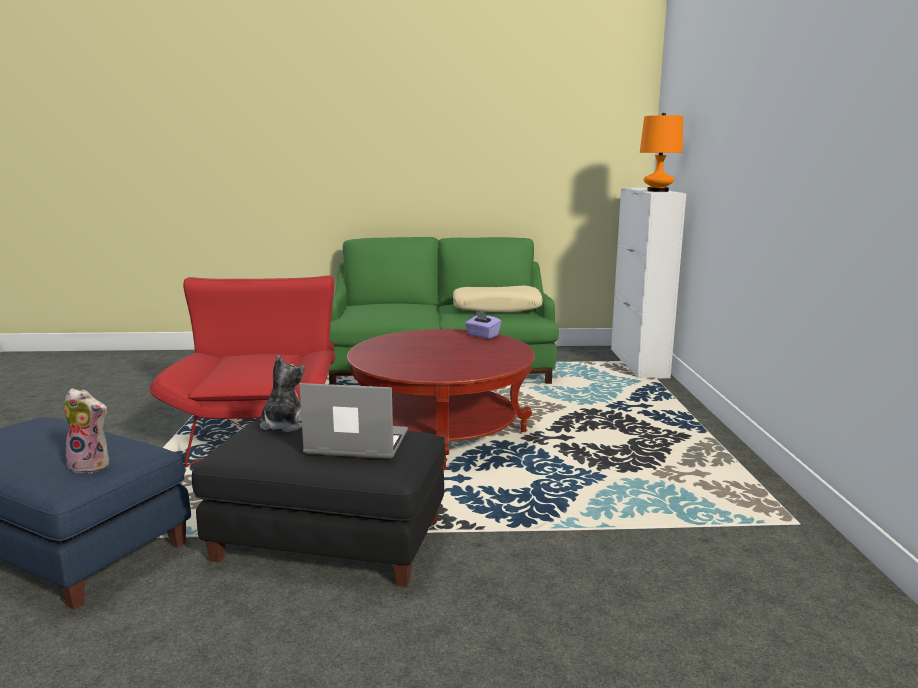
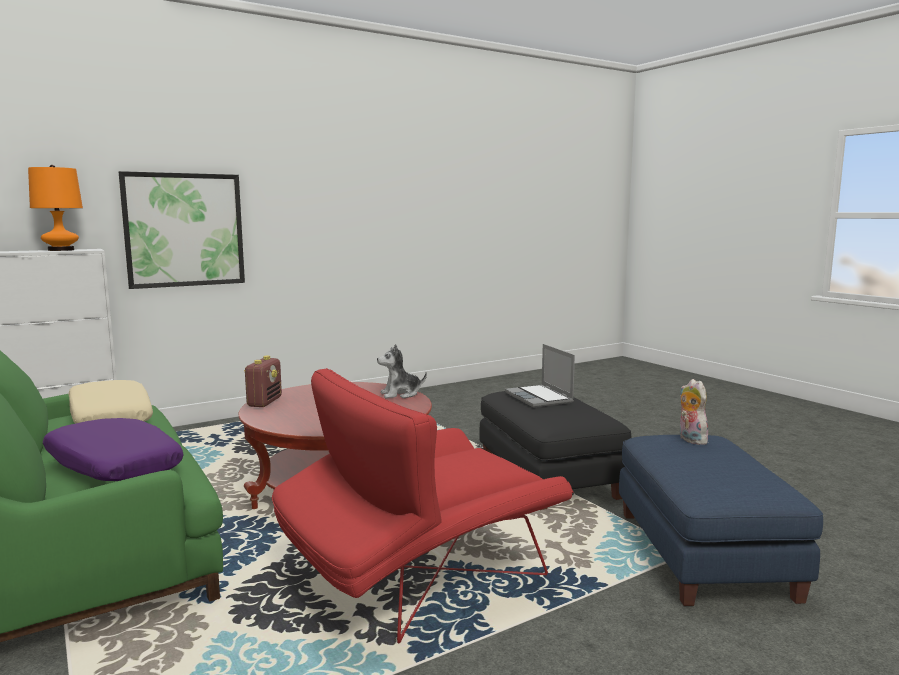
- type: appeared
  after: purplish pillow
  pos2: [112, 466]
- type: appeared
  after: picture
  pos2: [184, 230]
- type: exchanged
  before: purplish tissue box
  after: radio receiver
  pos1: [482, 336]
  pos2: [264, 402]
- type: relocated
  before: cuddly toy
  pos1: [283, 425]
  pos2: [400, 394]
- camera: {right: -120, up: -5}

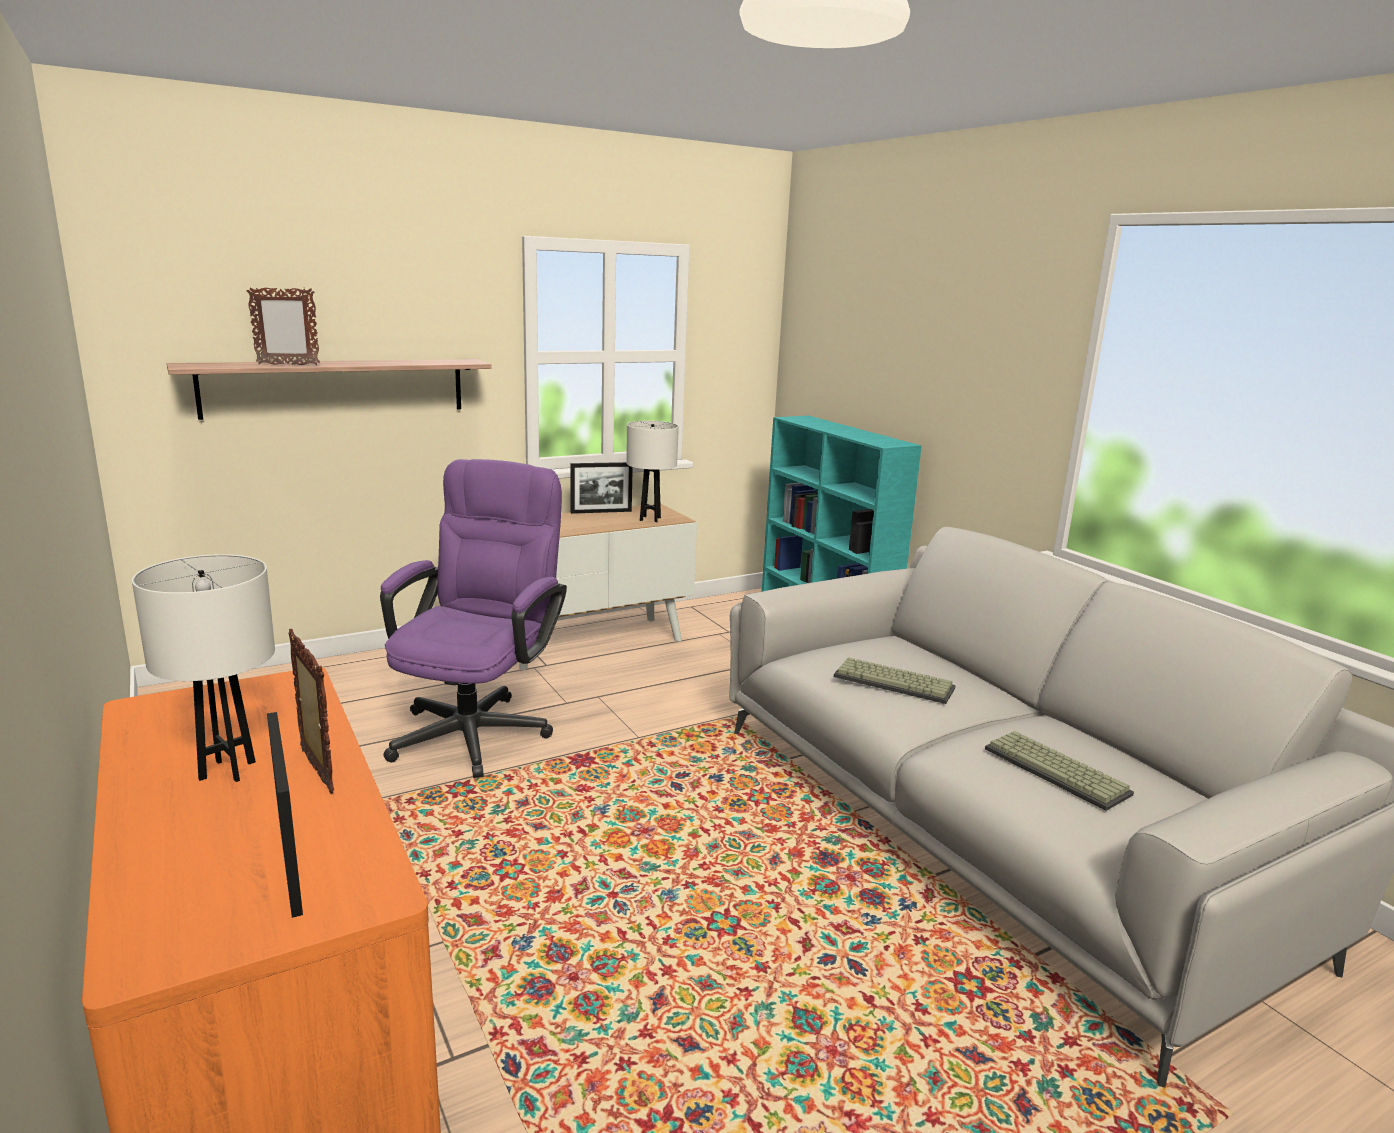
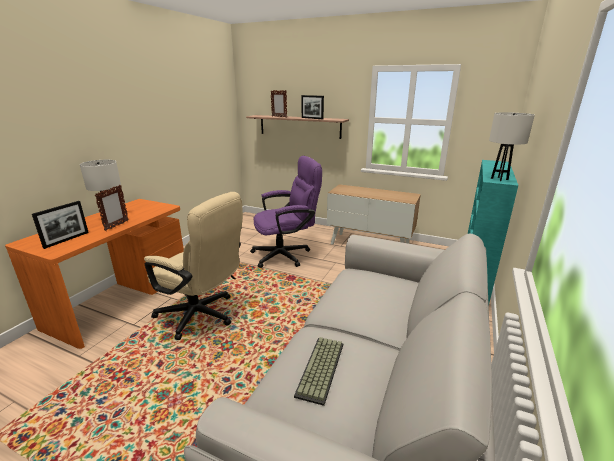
- type: appeared
  after: beige office chair
  pos2: [202, 316]
- type: relocated
  before: picture frame
  pos1: [601, 512]
  pos2: [312, 118]
- type: relocated
  before: white lamp for a table
  pos1: [650, 519]
  pos2: [499, 179]
- type: missing
  before: keyboard
  pos1: [895, 682]
- camera: {right: 55, up: 5}

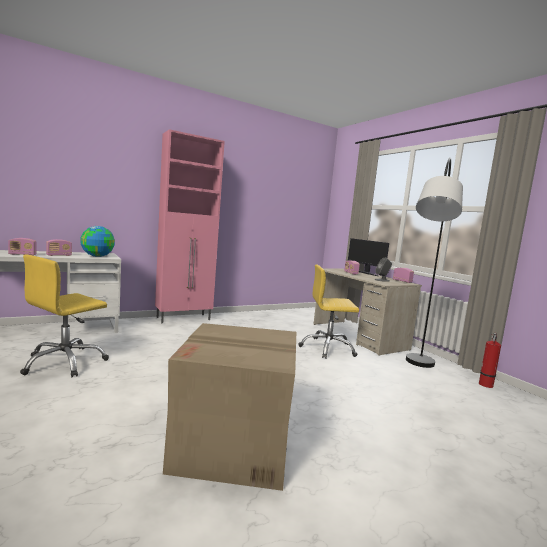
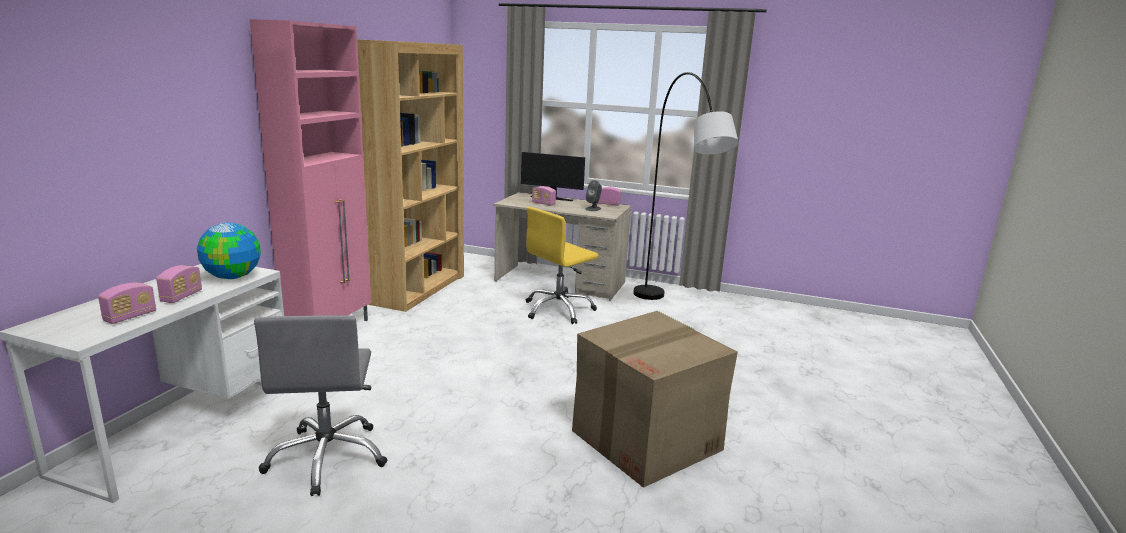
- type: colour
  before: yellowish office chair
  after: greyish office chair
  pos1: [65, 362]
  pos2: [328, 457]
- type: appeared
  after: brownish bookcase
  pos2: [416, 289]
- type: missing
  before: extinguisher
  pos1: [485, 385]
- camera: {right: -40, up: 10}

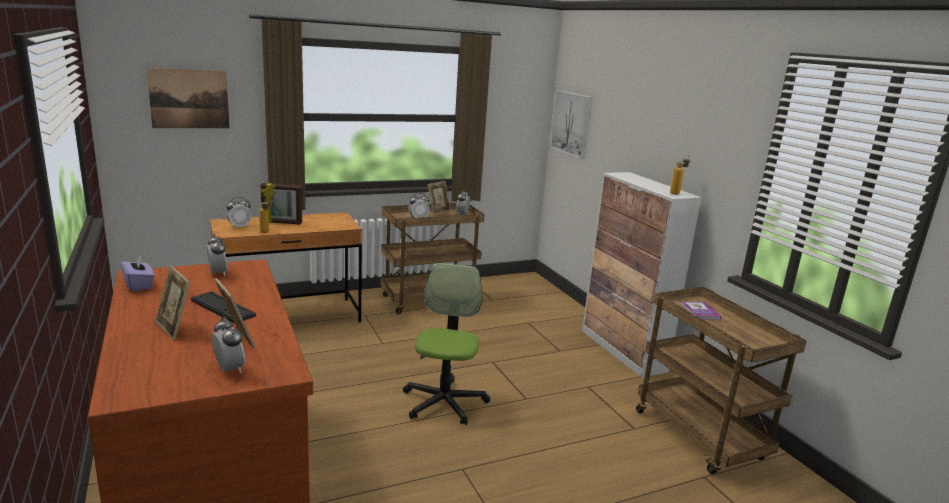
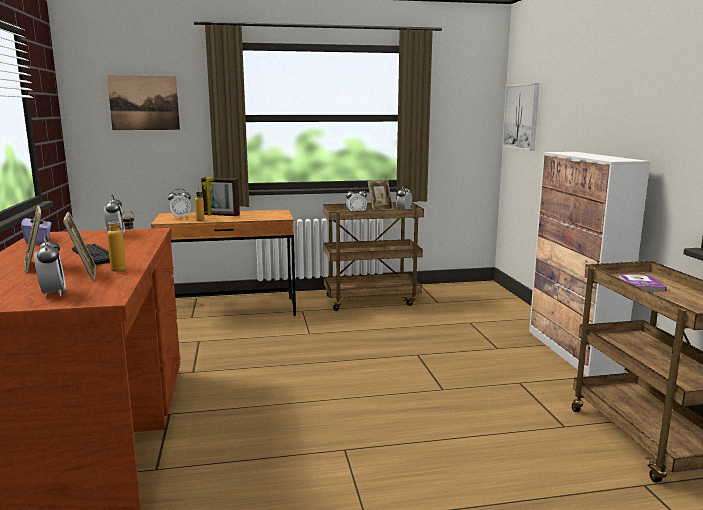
- type: relocated
  before: beverage bottle
  pos1: [677, 193]
  pos2: [125, 269]
- type: missing
  before: office chair
  pos1: [444, 402]
- camera: {right: 15, up: -5}

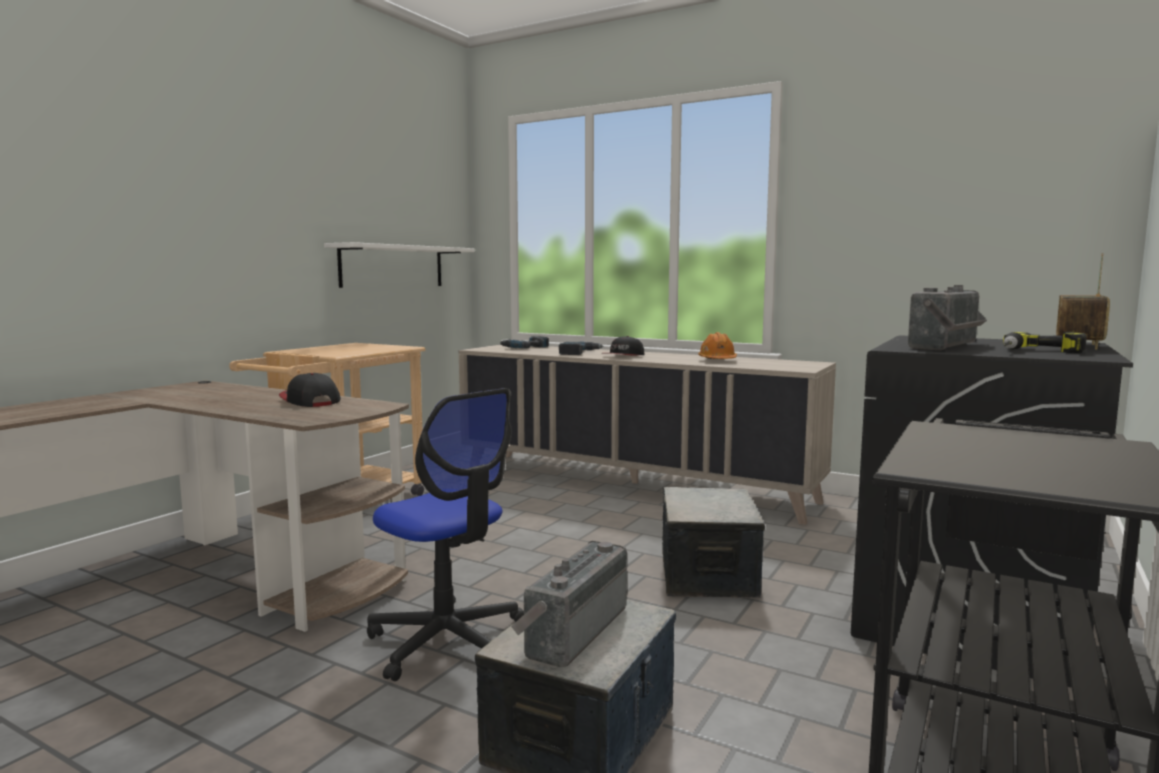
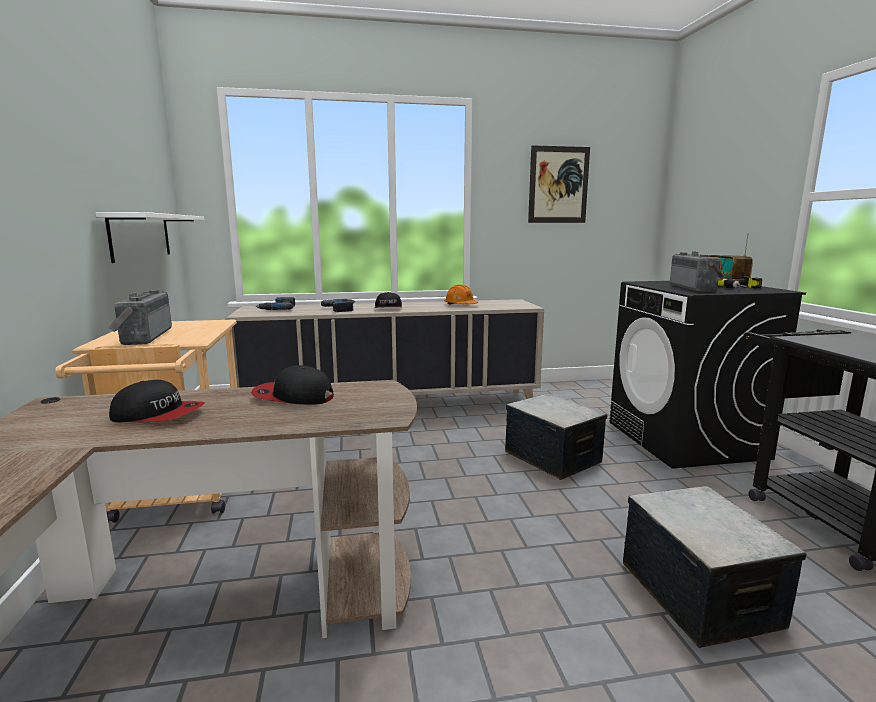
- type: relocated
  before: radio receiver
  pos1: [571, 630]
  pos2: [143, 336]
- type: appeared
  after: baseball cap
  pos2: [158, 415]
- type: appeared
  after: picture
  pos2: [558, 185]
- type: missing
  before: office chair
  pos1: [447, 641]
- camera: {right: -40, up: 5}

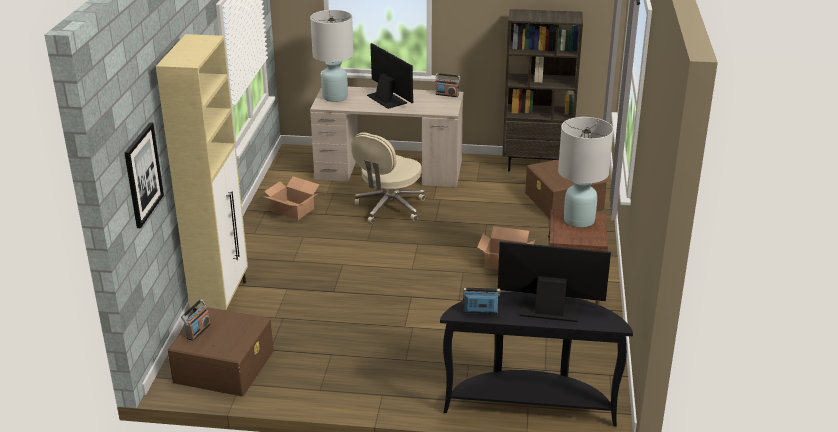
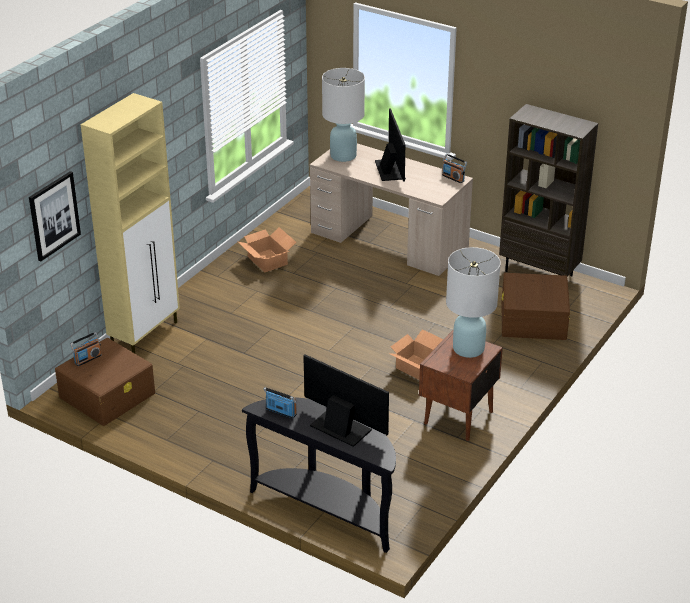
- type: missing
  before: beige office chair
  pos1: [389, 207]
- camera: {right: 25, up: 5}

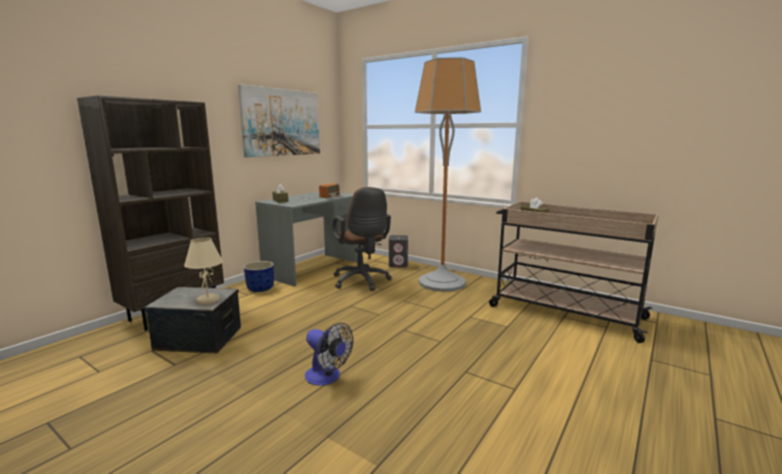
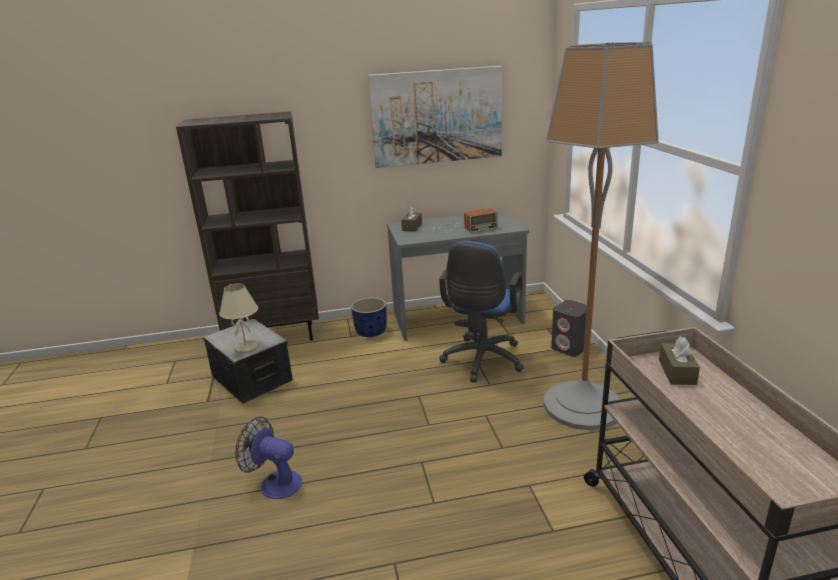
- type: spun
  before: cooling fan
  pos1: [327, 377]
  pos2: [274, 483]
  turn: 120
- type: colour
  before: brownish office chair
  after: bluish office chair
  pos1: [362, 282]
  pos2: [481, 362]
- camera: {right: 45, up: 10}

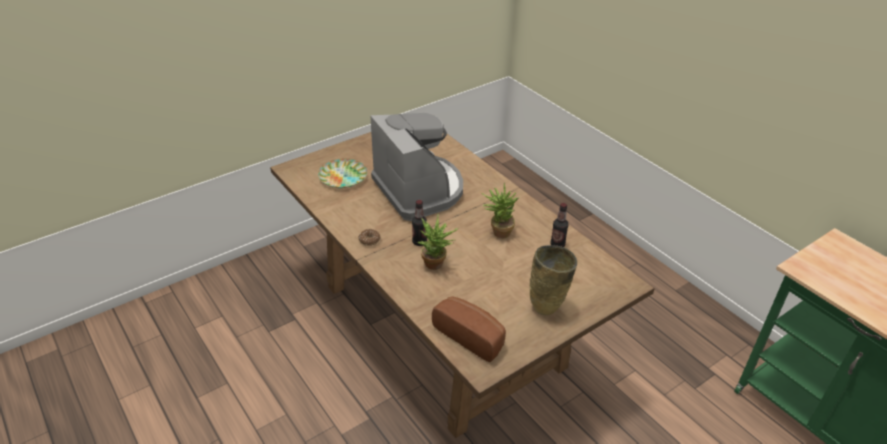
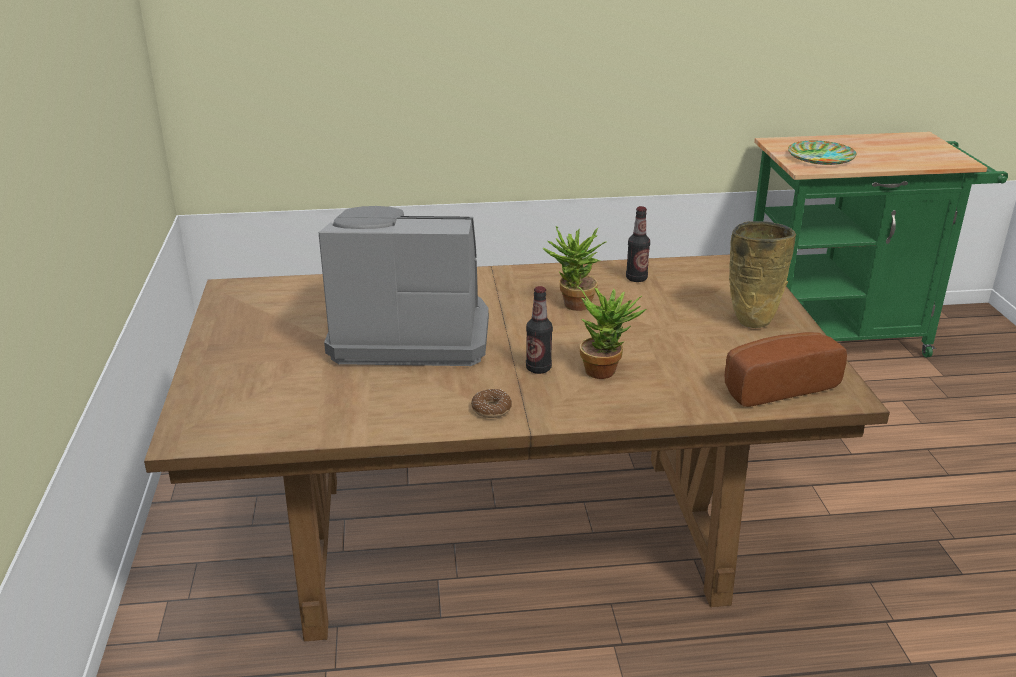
- type: relocated
  before: dinner plate
  pos1: [343, 176]
  pos2: [820, 157]
- camera: {right: -60, up: -10}

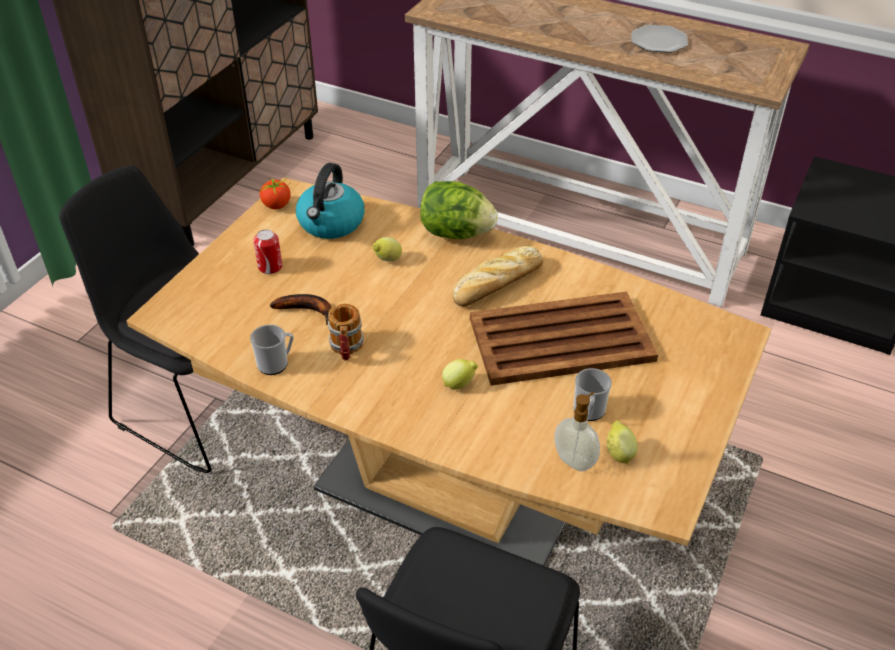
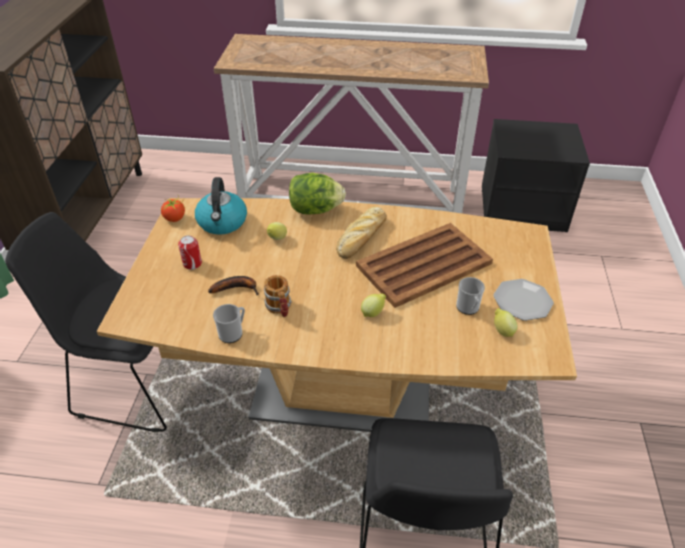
- type: relocated
  before: dinner plate
  pos1: [658, 41]
  pos2: [522, 301]
- type: missing
  before: liquid soap bottle
  pos1: [575, 460]
- camera: {right: -20, up: 0}

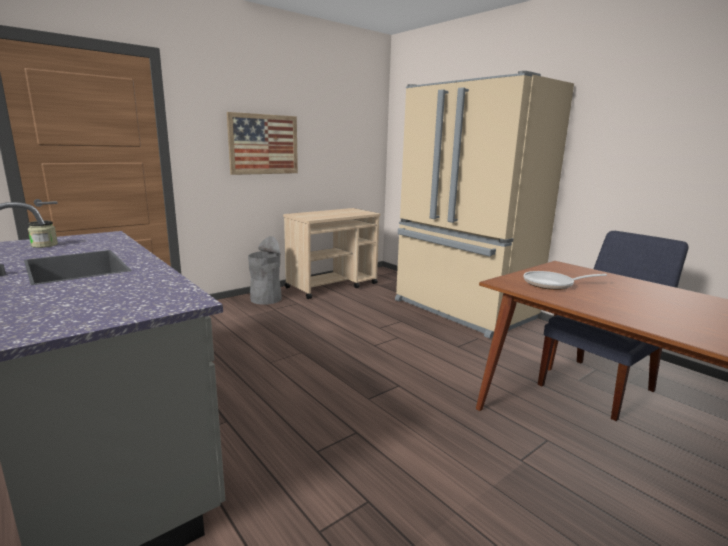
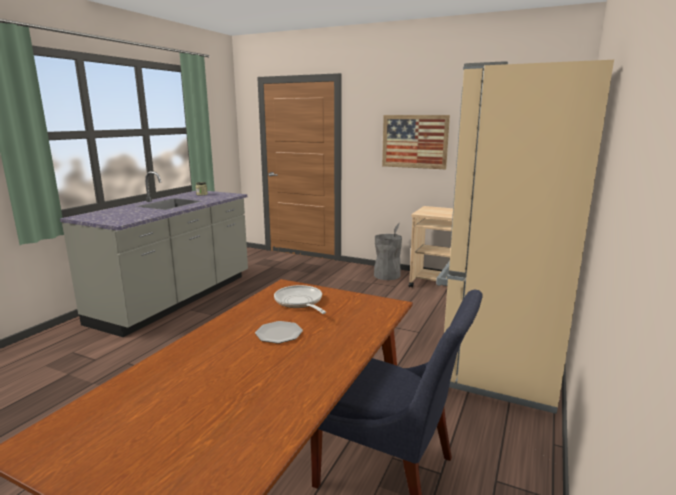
- type: appeared
  after: dinner plate
  pos2: [278, 334]
- camera: {right: 65, up: 0}

